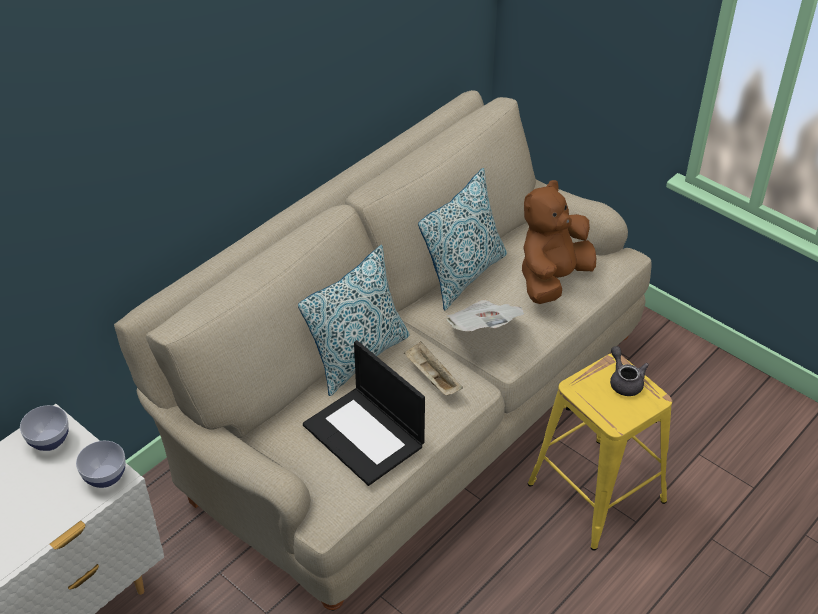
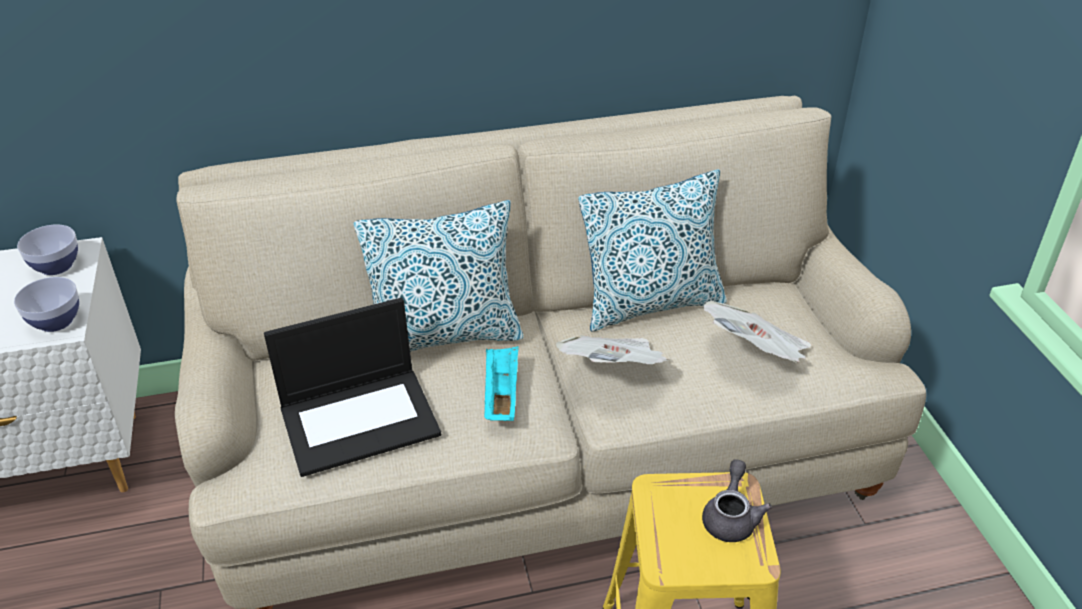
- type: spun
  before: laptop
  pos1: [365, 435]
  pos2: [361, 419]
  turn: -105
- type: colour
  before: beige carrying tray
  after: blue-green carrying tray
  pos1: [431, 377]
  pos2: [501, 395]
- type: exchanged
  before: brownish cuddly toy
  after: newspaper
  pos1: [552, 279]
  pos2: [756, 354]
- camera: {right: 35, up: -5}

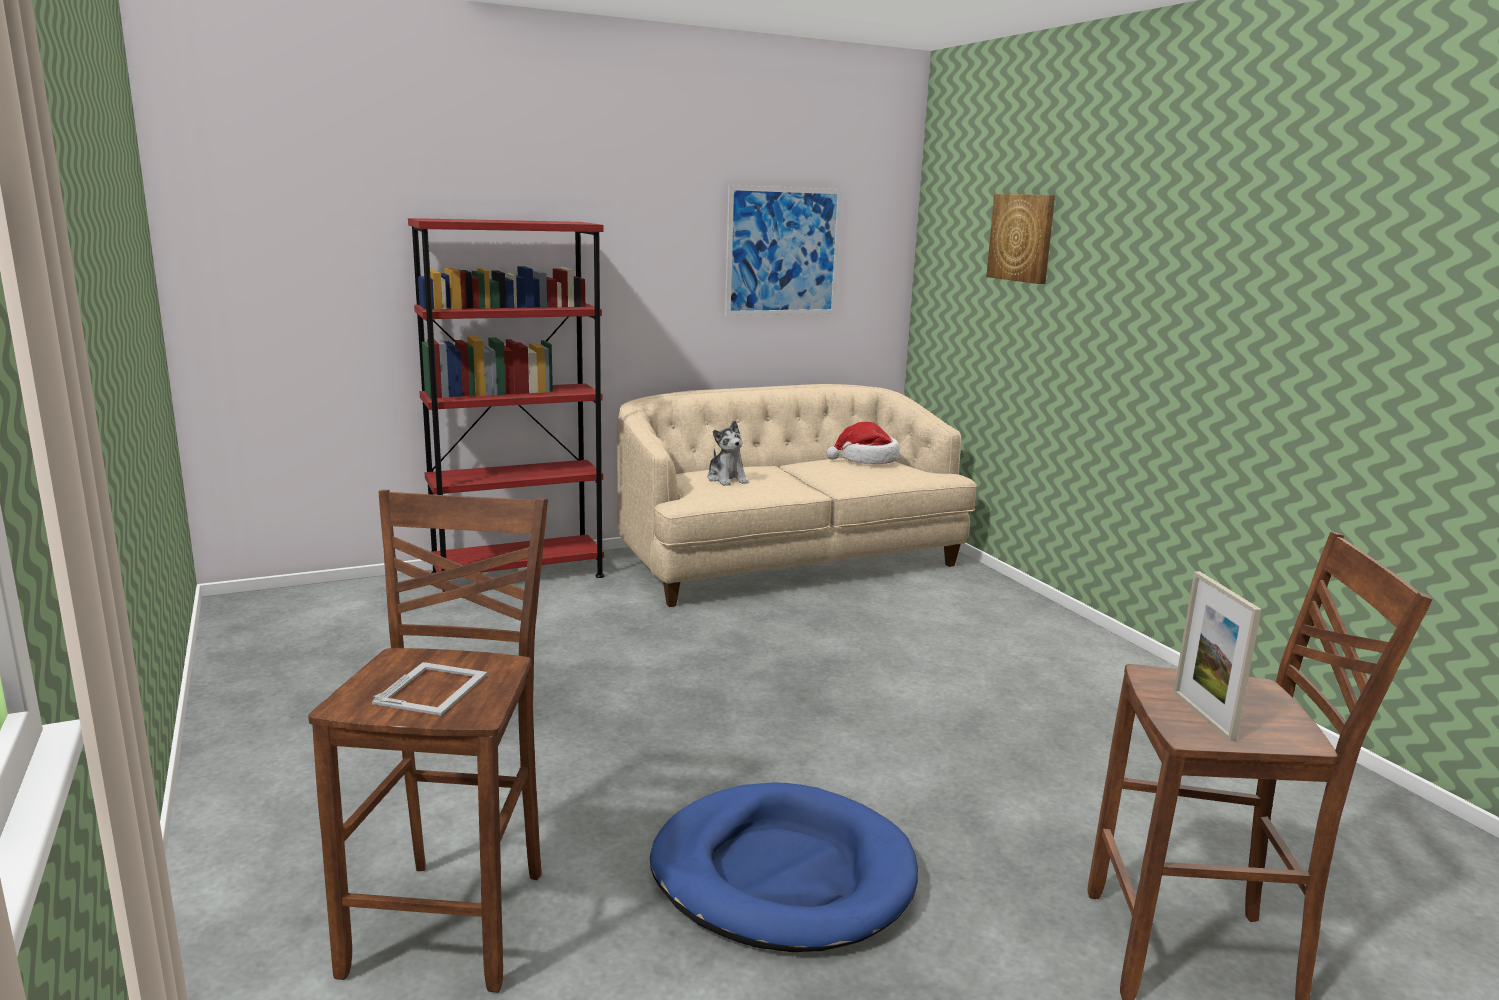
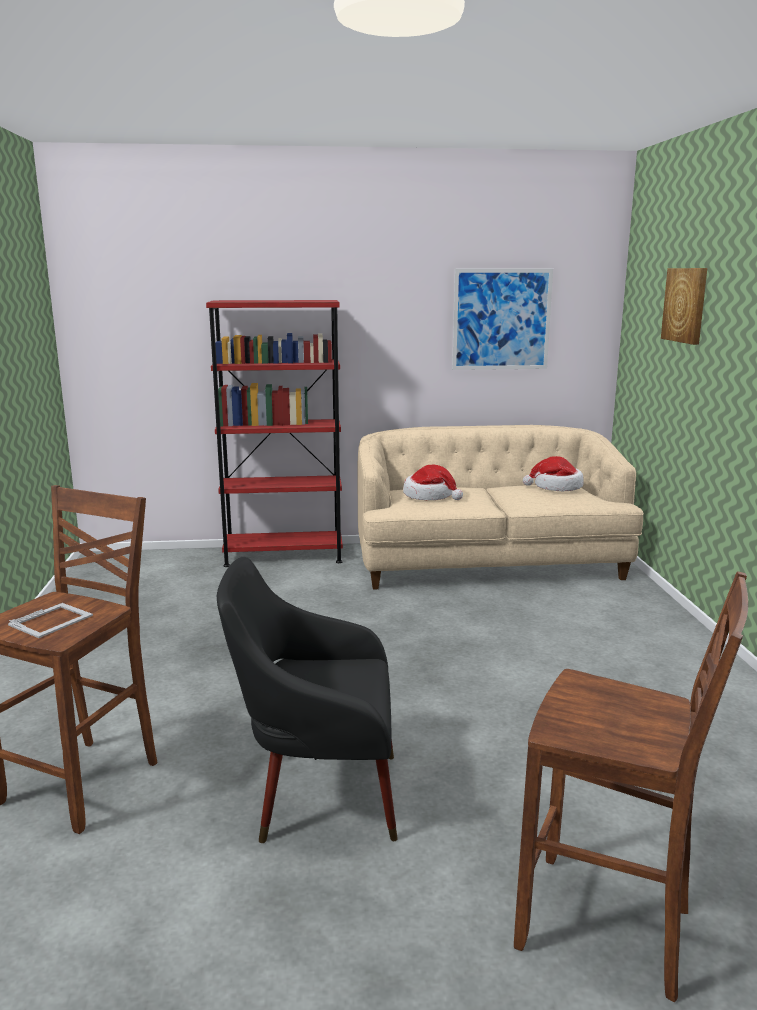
- type: exchanged
  before: bluish pet bed
  after: blackish easy chair
  pos1: [782, 874]
  pos2: [317, 794]
- type: exchanged
  before: cuddly toy
  after: hat
  pos1: [727, 479]
  pos2: [429, 496]
- type: missing
  before: picture frame
  pos1: [1203, 715]
- camera: {right: 20, up: 0}

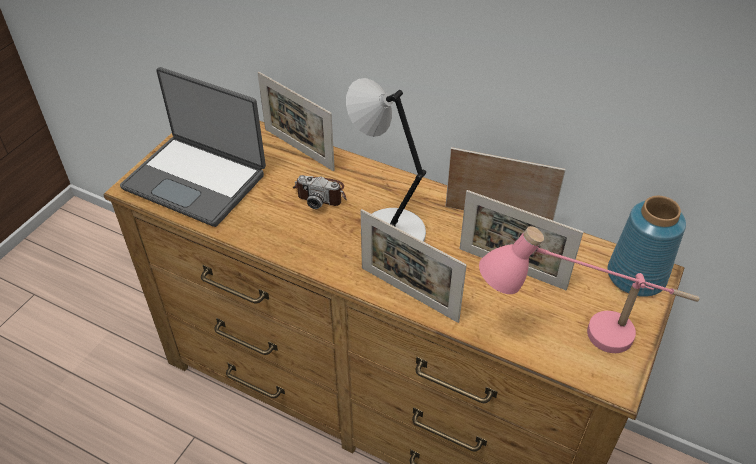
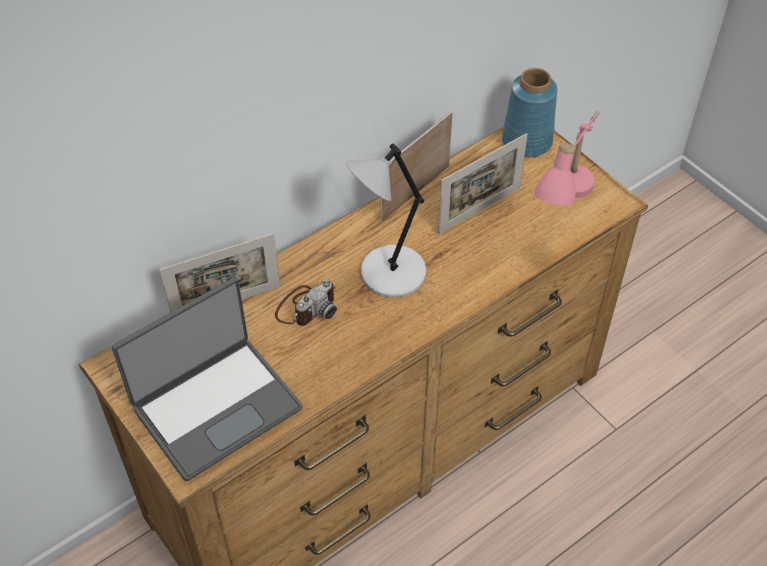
- type: missing
  before: picture frame
  pos1: [409, 294]
- camera: {right: -65, up: 5}

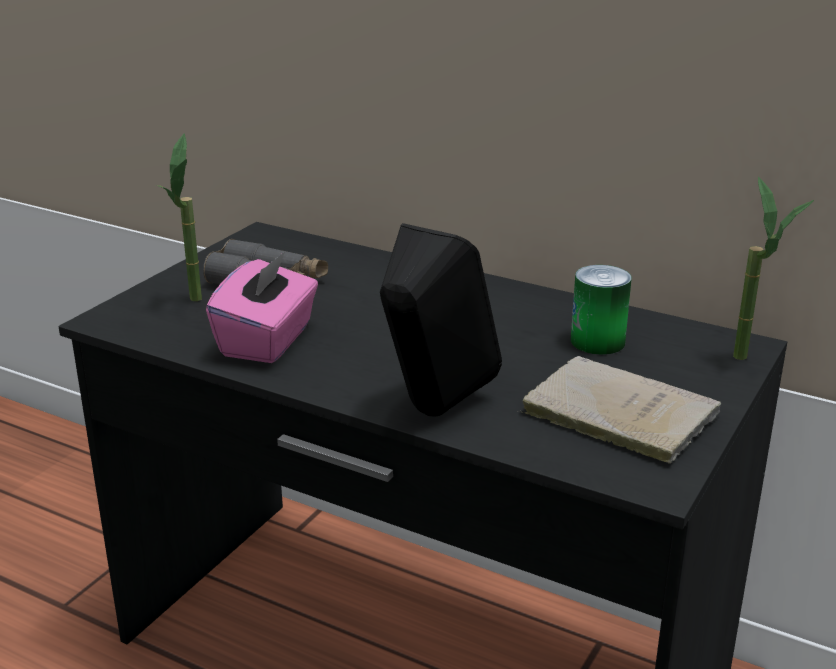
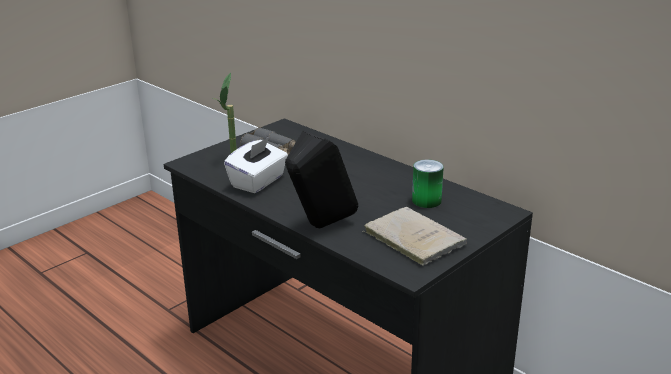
- type: colour
  before: pinkish tissue box
  after: white tissue box
  pos1: [268, 340]
  pos2: [258, 182]
- type: missing
  before: houseplant
  pos1: [752, 362]
- camera: {right: 15, up: 0}

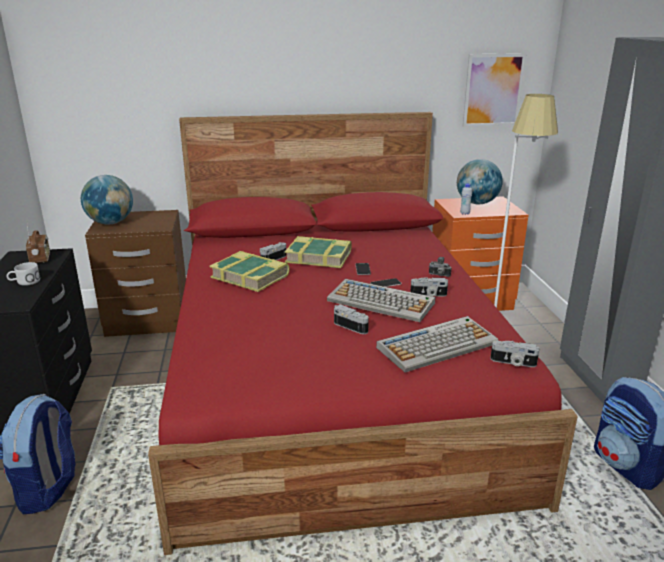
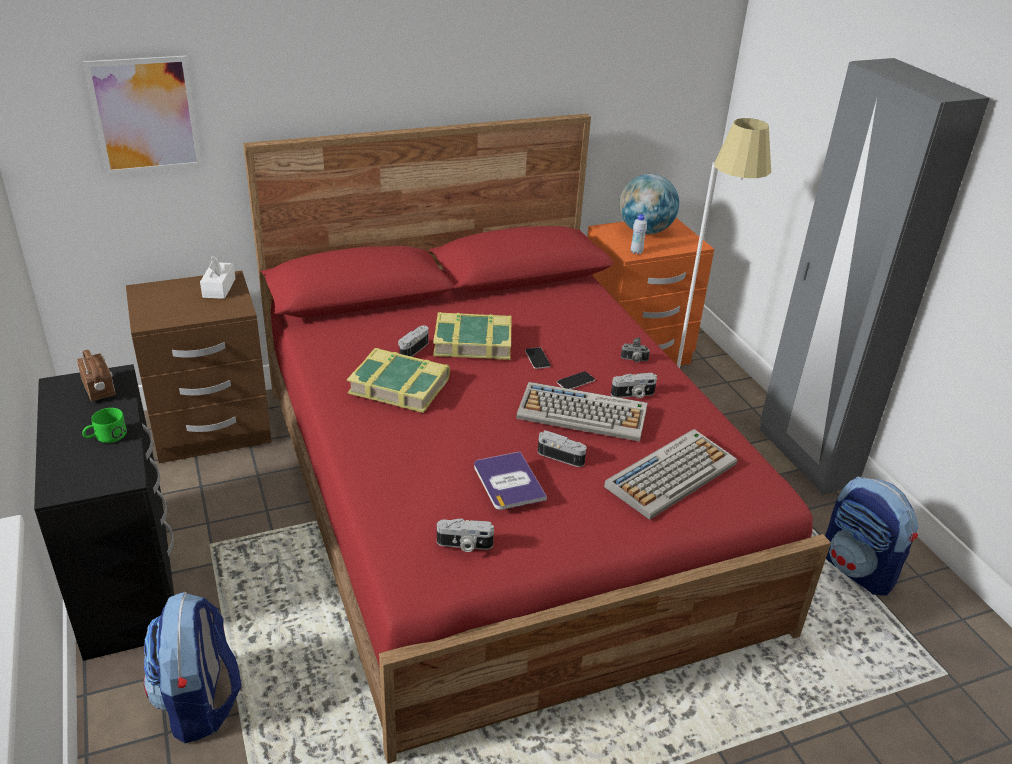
- type: colour
  before: white mug
  after: green-coloured mug
  pos1: [24, 282]
  pos2: [106, 437]
- type: relocated
  before: picture
  pos1: [493, 90]
  pos2: [145, 115]
- type: appeared
  after: white tissue box
  pos2: [219, 288]
- type: relocated
  before: still camera
  pos1: [513, 363]
  pos2: [464, 545]
- type: appeared
  after: volume
  pos2: [508, 481]
- type: missing
  before: globe
  pos1: [110, 223]
- camera: {right: -15, up: 10}

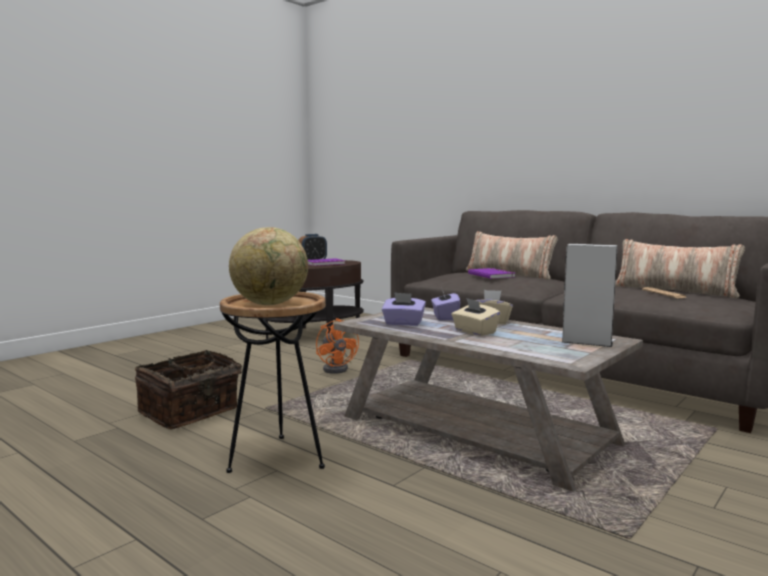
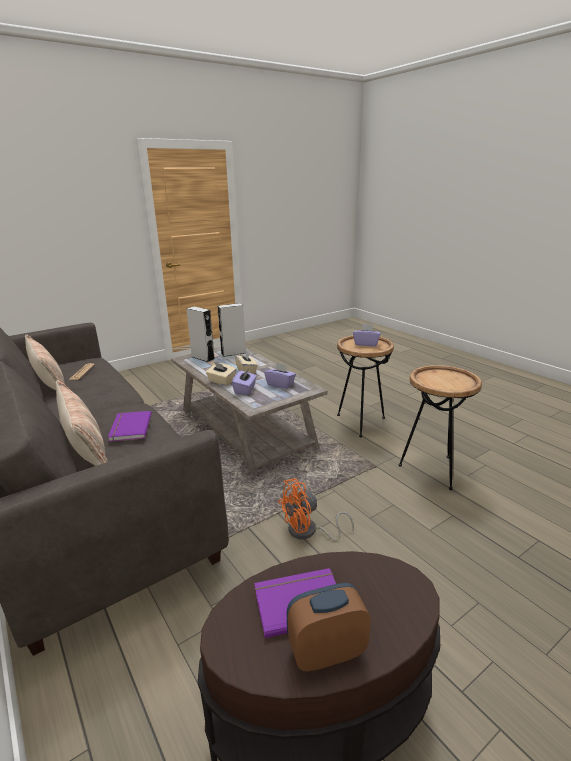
- type: appeared
  after: greyish speaker
  pos2: [233, 353]
- type: spun
  before: orange cooling fan
  pos1: [338, 368]
  pos2: [308, 532]
  turn: -105
- type: exchanged
  before: globe
  after: purplish tissue box
  pos1: [270, 304]
  pos2: [366, 344]
- type: exchanged
  before: storage basket
  after: brownish side table
  pos1: [191, 412]
  pos2: [432, 470]
- camera: {right: -165, up: 15}

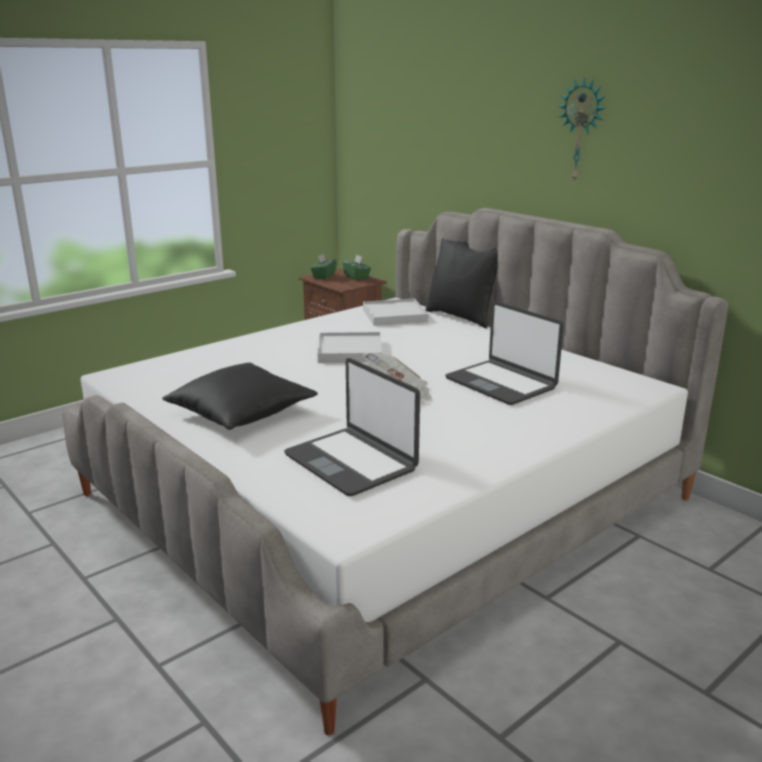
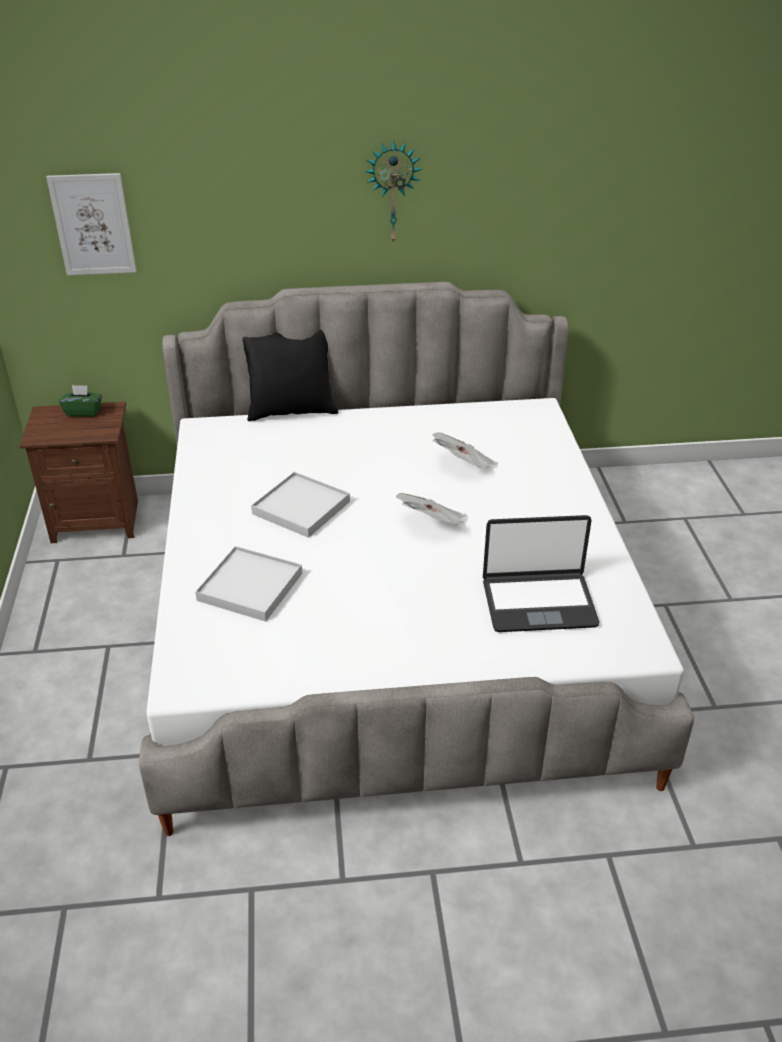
- type: appeared
  after: picture
  pos2: [93, 225]
- type: relocated
  before: white carrying tray
  pos1: [394, 315]
  pos2: [250, 586]
- type: exchanged
  before: laptop
  after: newspaper
  pos1: [501, 383]
  pos2: [464, 466]
- type: missing
  before: blackish pillow
  pos1: [241, 413]
- type: missing
  before: green-coloured tissue box
  pos1: [323, 276]
- camera: {right: -55, up: 15}

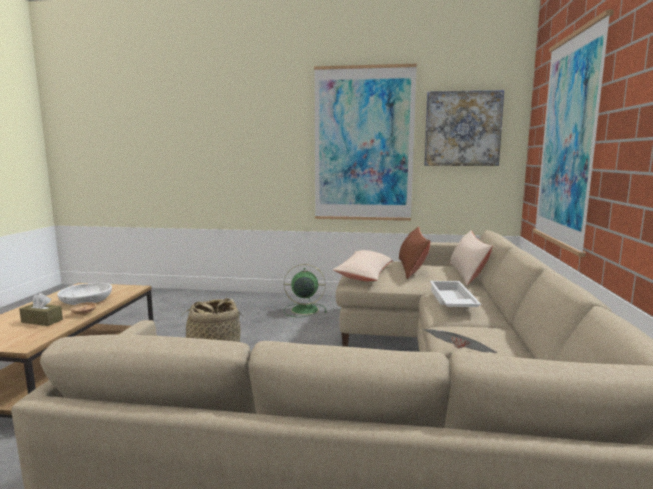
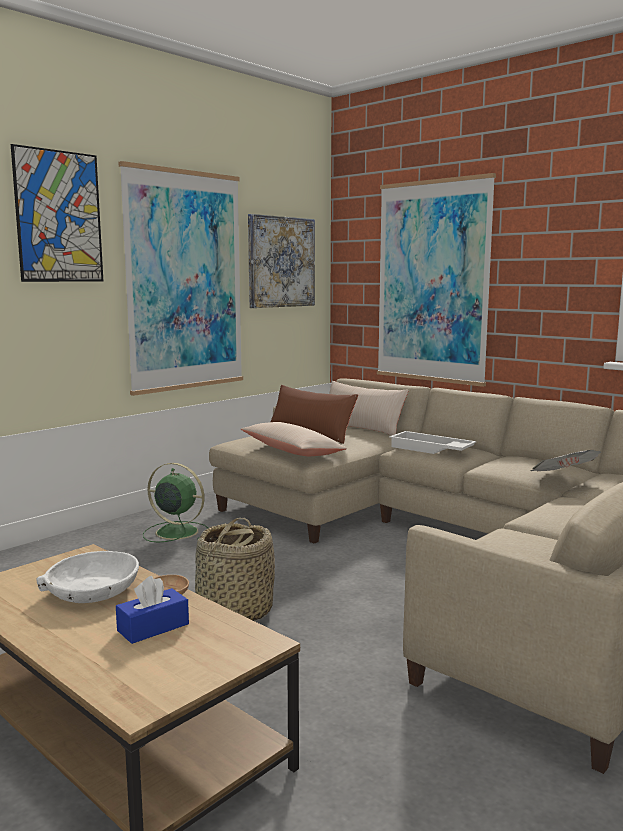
- type: appeared
  after: picture
  pos2: [59, 217]
- type: colour
  before: brownish tissue box
  after: bluish tissue box
  pos1: [42, 321]
  pos2: [153, 627]
- type: spun
  before: green-coloured cooling fan
  pos1: [303, 310]
  pos2: [175, 532]
  turn: 75
- camera: {right: -55, up: 0}

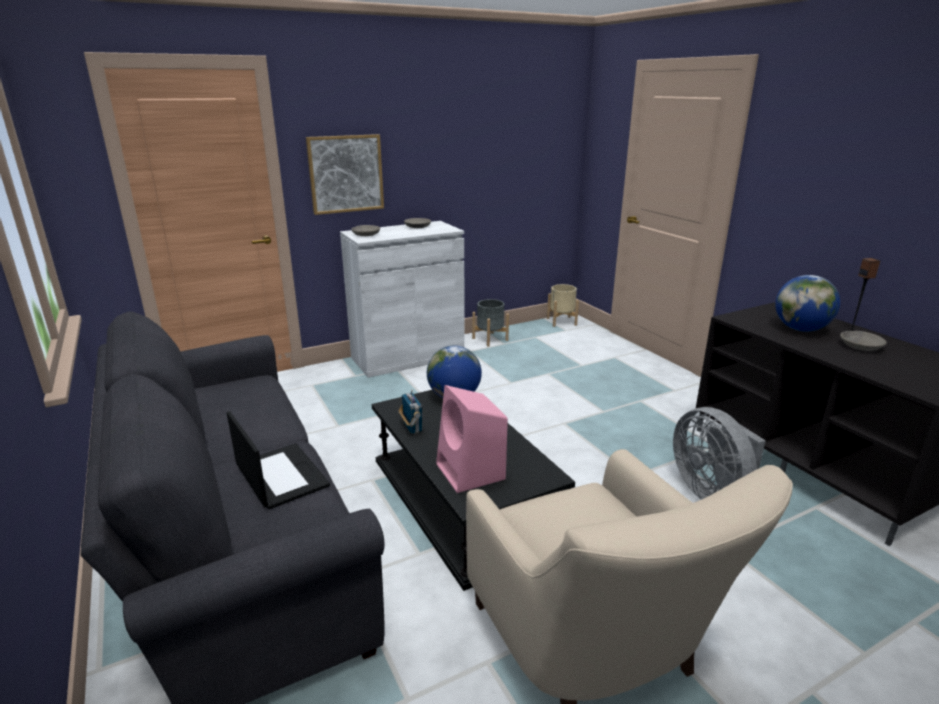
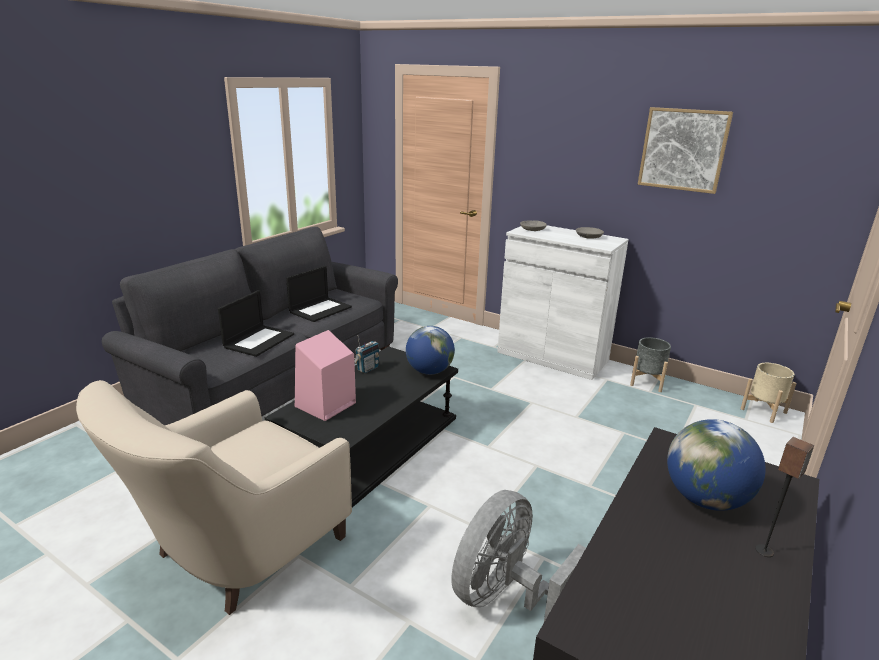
- type: appeared
  after: laptop
  pos2: [320, 309]
- type: relocated
  before: picture
  pos1: [346, 174]
  pos2: [683, 149]
- type: missing
  before: greyish serving bowl
  pos1: [860, 346]
- camera: {right: 60, up: 0}

